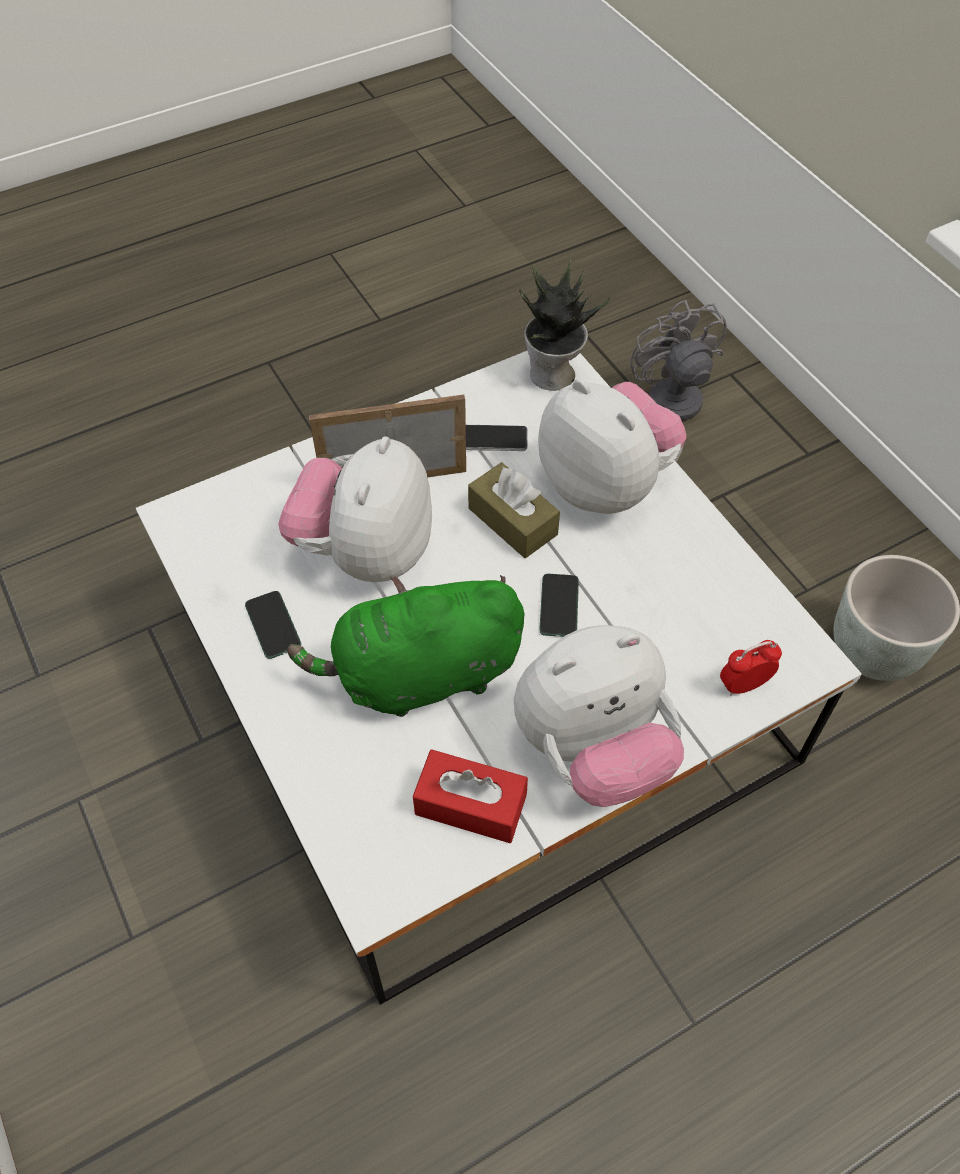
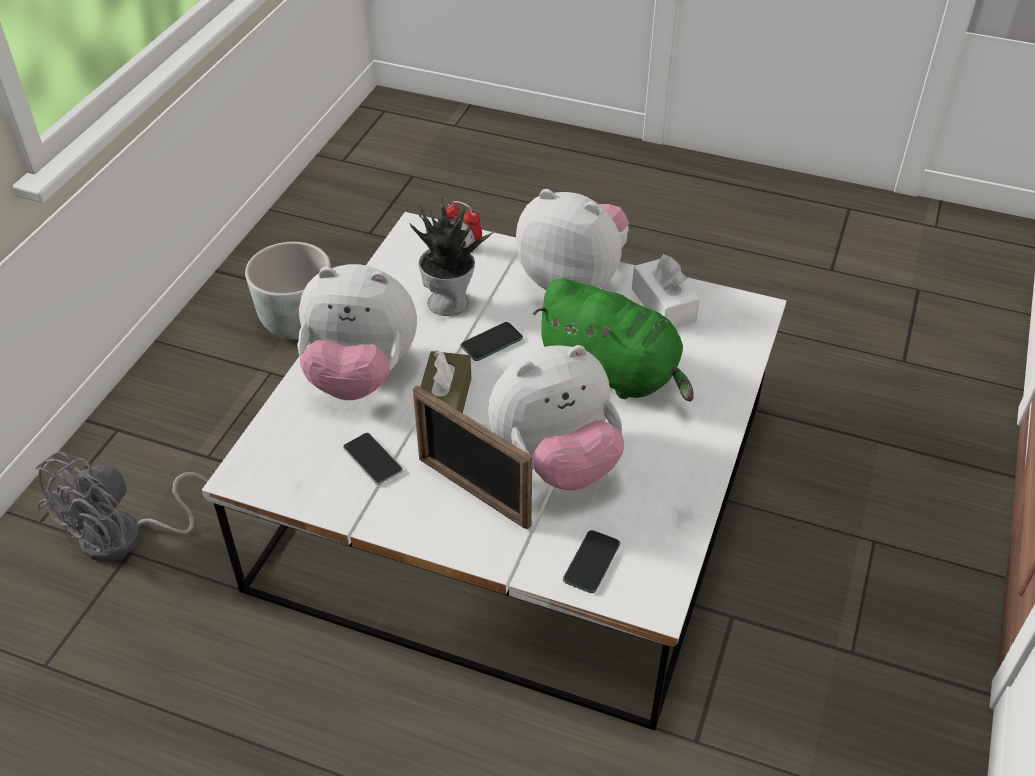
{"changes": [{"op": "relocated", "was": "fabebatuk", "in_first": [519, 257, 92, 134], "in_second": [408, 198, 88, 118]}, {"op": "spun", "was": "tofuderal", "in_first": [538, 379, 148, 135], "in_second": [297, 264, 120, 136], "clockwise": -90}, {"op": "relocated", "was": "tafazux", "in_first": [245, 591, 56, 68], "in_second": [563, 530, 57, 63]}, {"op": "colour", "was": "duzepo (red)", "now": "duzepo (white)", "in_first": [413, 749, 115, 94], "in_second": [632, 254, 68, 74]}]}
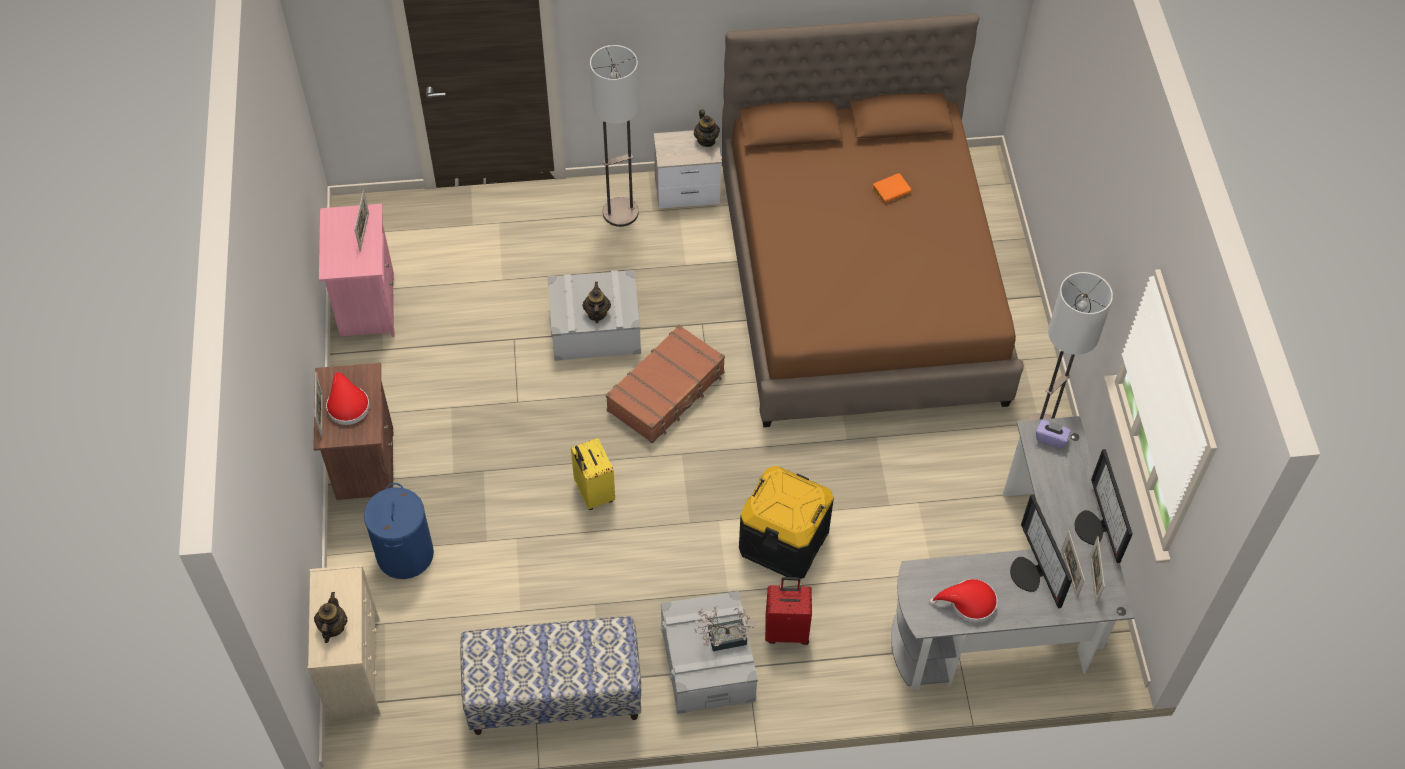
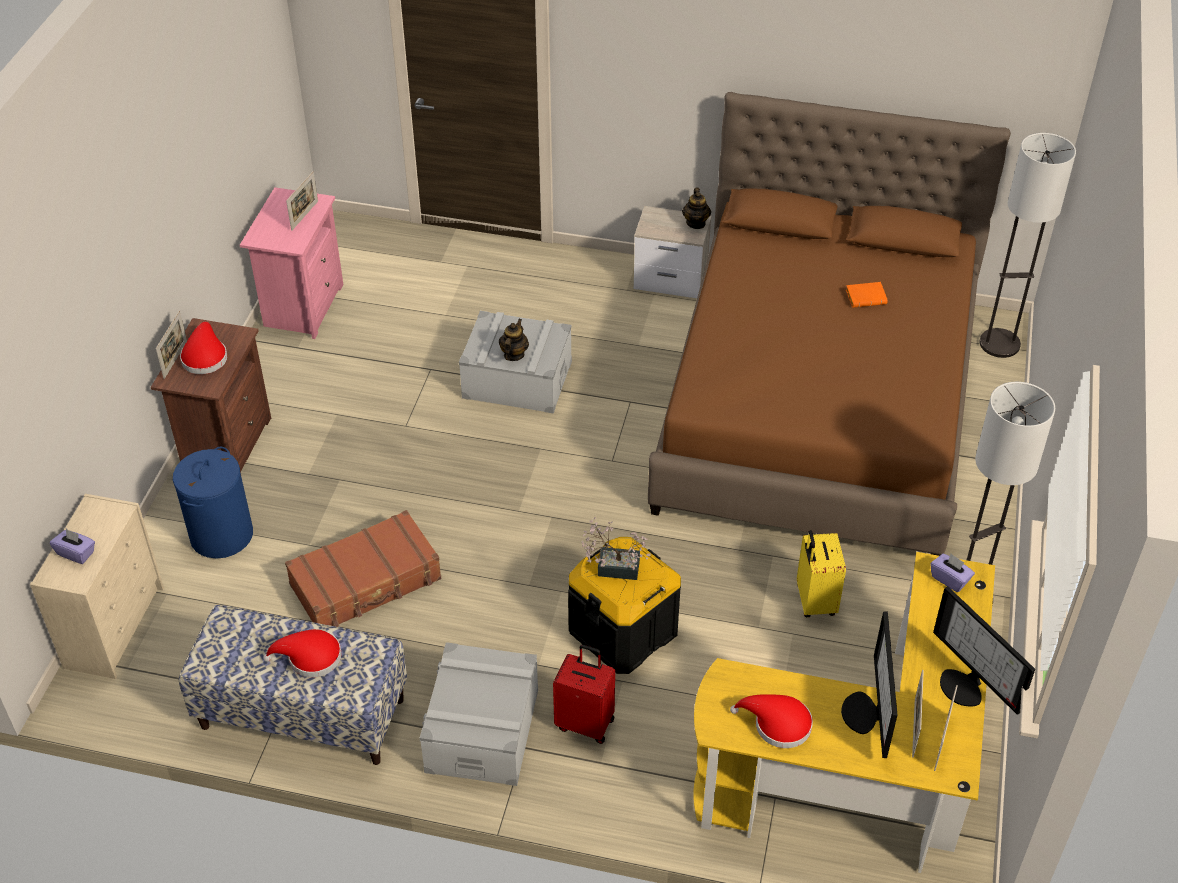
{"changes": [{"op": "relocated", "was": "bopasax", "in_first": [590, 45, 49, 182], "in_second": [980, 133, 96, 225]}, {"op": "relocated", "was": "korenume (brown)", "in_first": [606, 325, 119, 118], "in_second": [285, 510, 156, 117]}, {"op": "colour", "was": "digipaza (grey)", "now": "digipaza (yellow)", "in_first": [891, 416, 243, 274], "in_second": [693, 552, 302, 321]}, {"op": "relocated", "was": "korenume (yellow)", "in_first": [571, 438, 44, 72], "in_second": [797, 530, 49, 87]}, {"op": "spun", "was": "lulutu", "in_first": [1075, 449, 58, 114], "in_second": [933, 586, 102, 129], "clockwise": -45}, {"op": "exchanged", "was": "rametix", "now": "duzepo (purple)", "in_first": [314, 592, 34, 51], "in_second": [50, 529, 45, 35]}, {"op": "relocated", "was": "fabebatuk", "in_first": [694, 605, 62, 46], "in_second": [582, 517, 69, 63]}, {"op": "appeared", "now": "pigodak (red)", "in_second": [263, 629, 79, 48]}]}
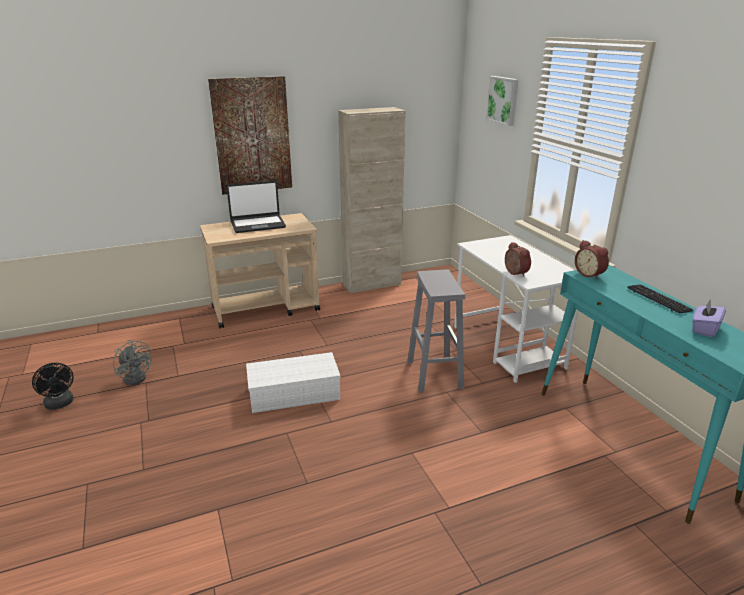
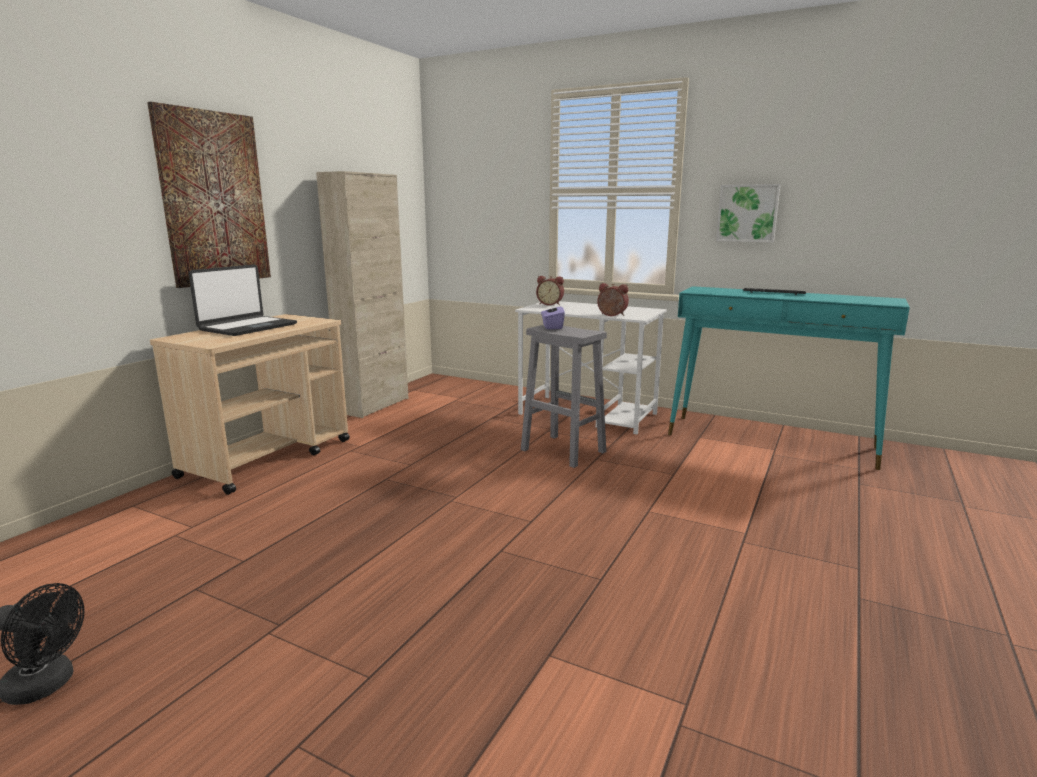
{"changes": [{"op": "relocated", "was": "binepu", "in_first": [486, 76, 33, 50], "in_second": [716, 184, 65, 59]}, {"op": "relocated", "was": "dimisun", "in_first": [575, 240, 34, 40], "in_second": [536, 276, 28, 29]}, {"op": "relocated", "was": "duzepo (purple)", "in_first": [692, 299, 34, 38], "in_second": [541, 305, 24, 24]}, {"op": "missing", "was": "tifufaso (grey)", "in_first": [113, 340, 39, 45]}, {"op": "missing", "was": "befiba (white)", "in_first": [246, 352, 95, 61]}]}
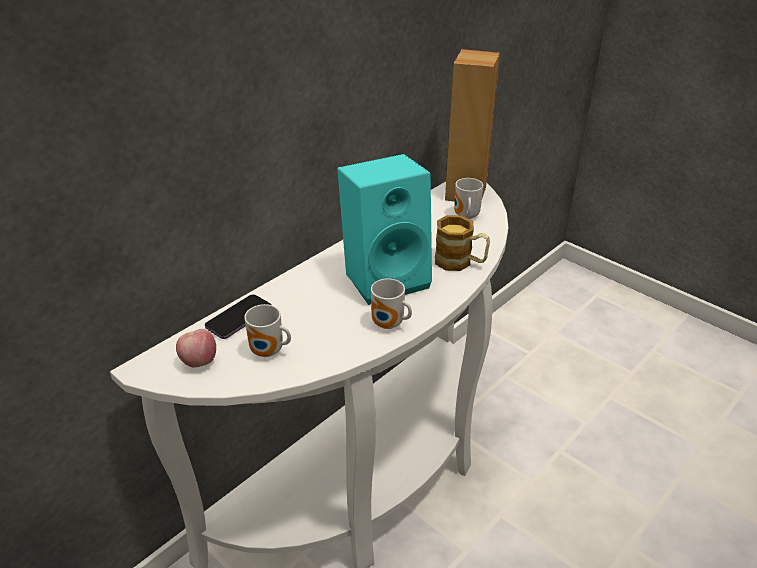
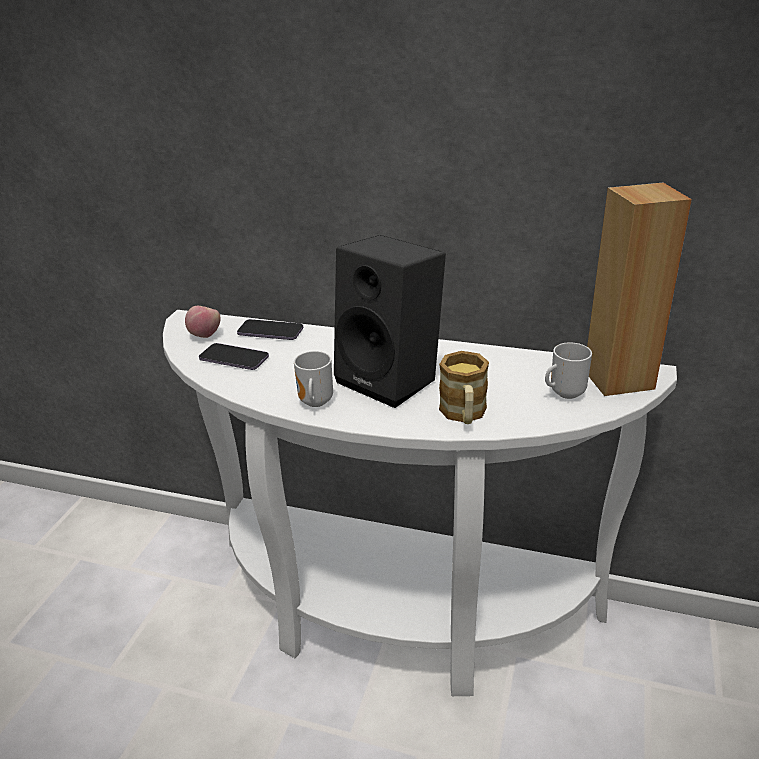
{"changes": [{"op": "colour", "was": "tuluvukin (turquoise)", "now": "tuluvukin (black)", "in_first": [337, 154, 95, 151], "in_second": [334, 235, 112, 173]}, {"op": "exchanged", "was": "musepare", "now": "tafazux", "in_first": [244, 304, 47, 53], "in_second": [199, 343, 70, 27]}]}
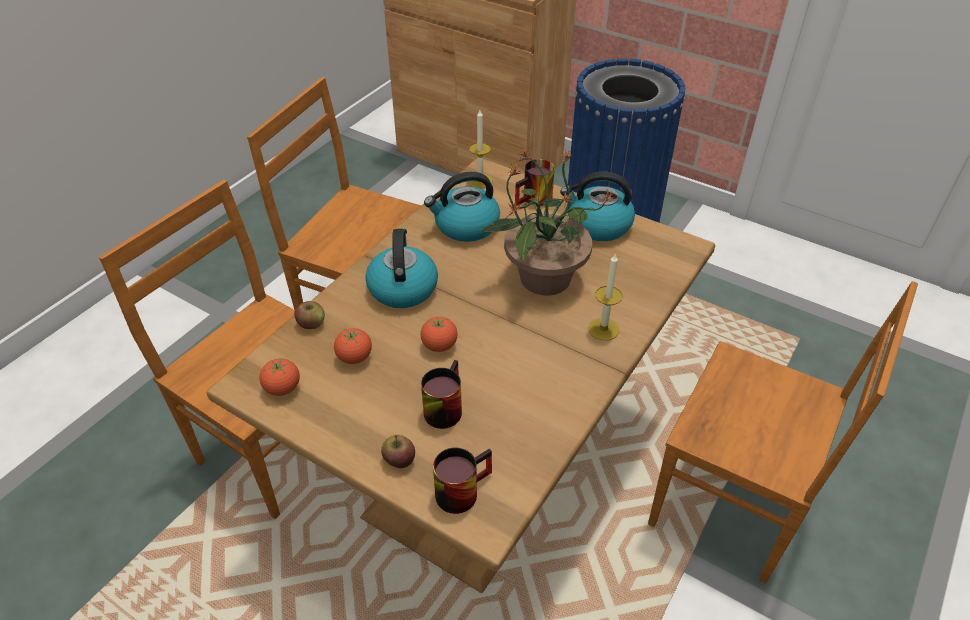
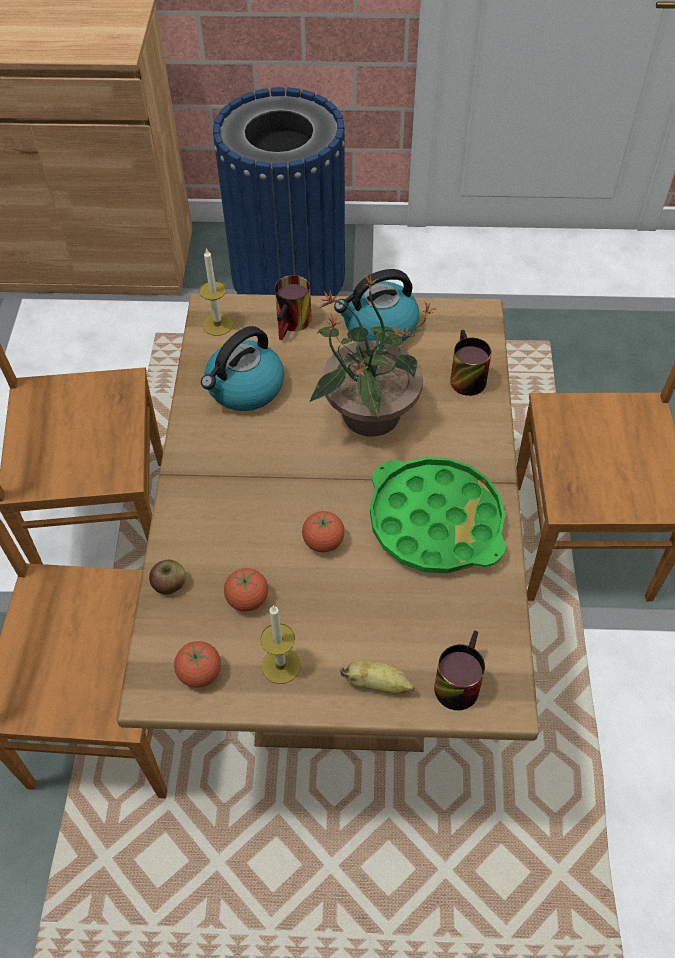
{"changes": [{"op": "missing", "was": "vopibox", "in_first": [365, 228, 73, 80]}, {"op": "relocated", "was": "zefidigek", "in_first": [588, 253, 35, 88], "in_second": [260, 605, 41, 79]}, {"op": "relocated", "was": "musepare", "in_first": [421, 360, 41, 69], "in_second": [450, 330, 42, 66]}, {"op": "exchanged", "was": "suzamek", "now": "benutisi", "in_first": [381, 435, 34, 33], "in_second": [340, 660, 74, 34]}, {"op": "appeared", "now": "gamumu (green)", "in_second": [370, 457, 136, 116]}]}
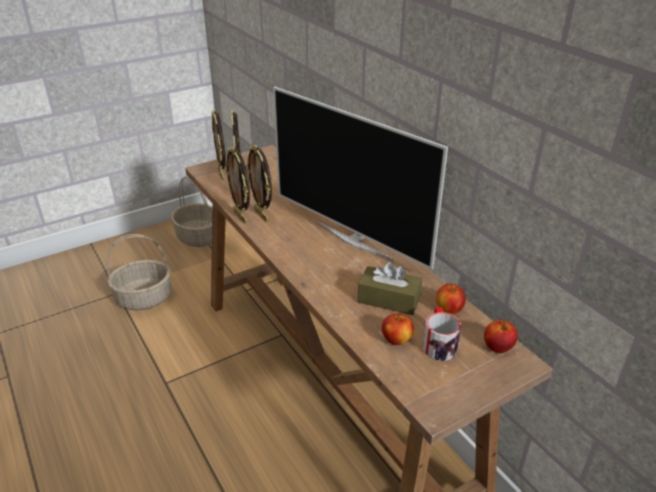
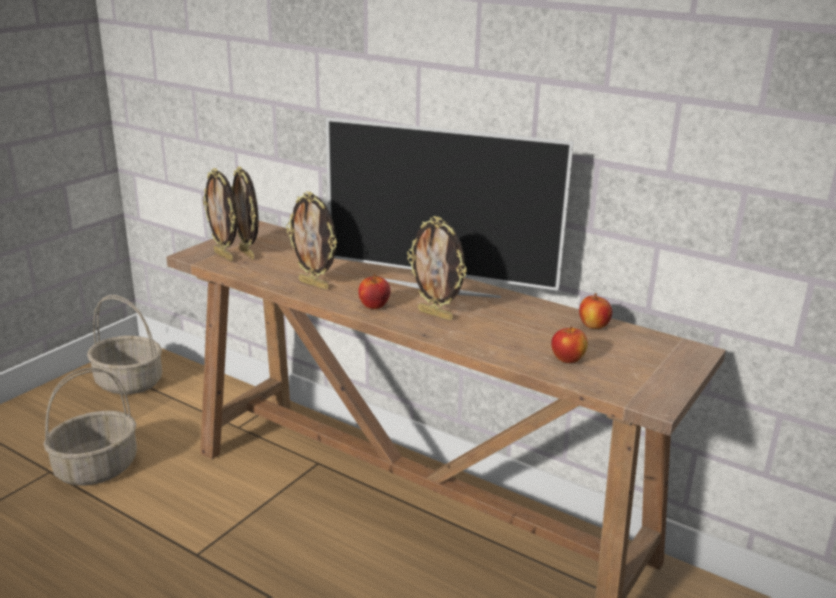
{"changes": [{"op": "relocated", "was": "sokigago", "in_first": [225, 146, 25, 78], "in_second": [407, 216, 60, 105]}, {"op": "missing", "was": "duzepo (brown)", "in_first": [358, 262, 64, 53]}, {"op": "missing", "was": "musepare", "in_first": [423, 307, 38, 54]}, {"op": "relocated", "was": "suzamek", "in_first": [484, 320, 34, 33], "in_second": [358, 274, 32, 35]}]}
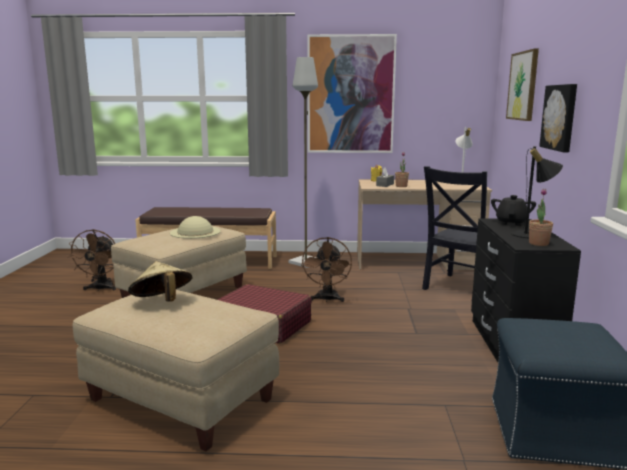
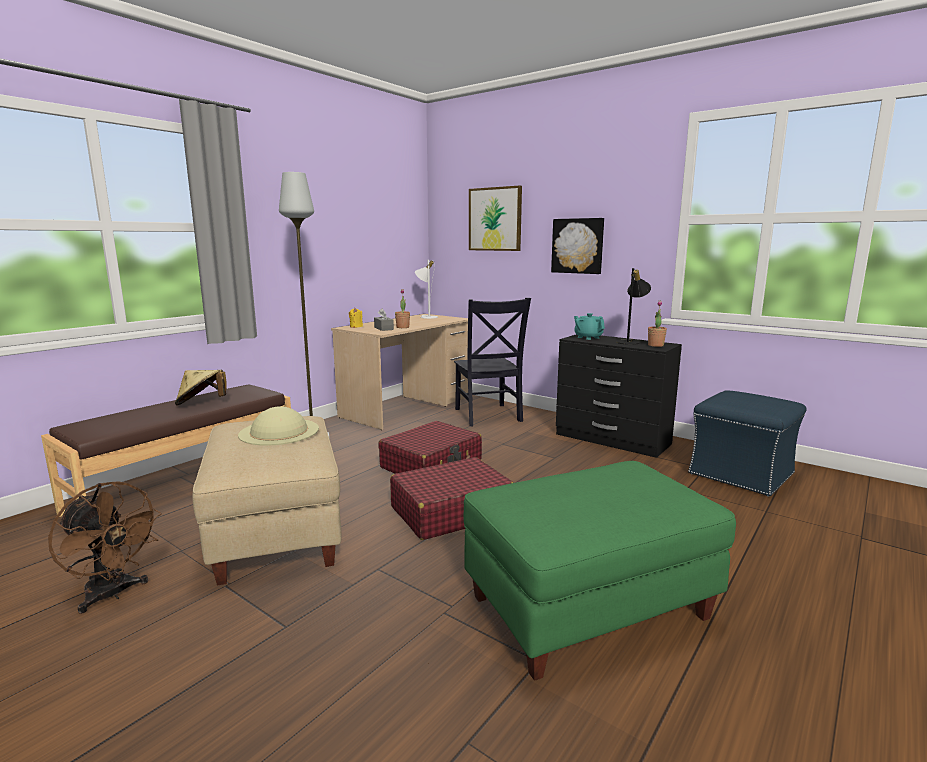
{"changes": [{"op": "missing", "was": "binepu", "in_first": [307, 34, 90, 119]}, {"op": "colour", "was": "rametix (black)", "now": "rametix (turquoise)", "in_first": [491, 195, 45, 31], "in_second": [574, 313, 31, 27]}, {"op": "exchanged", "was": "tifufaso (brown)", "now": "korenume (red)", "in_first": [301, 237, 51, 65], "in_second": [379, 421, 103, 53]}, {"op": "relocated", "was": "pigodak (beige)", "in_first": [128, 261, 64, 41], "in_second": [175, 370, 52, 36]}, {"op": "colour", "was": "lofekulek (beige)", "now": "lofekulek (green)", "in_first": [73, 290, 206, 161], "in_second": [464, 461, 272, 220]}]}
